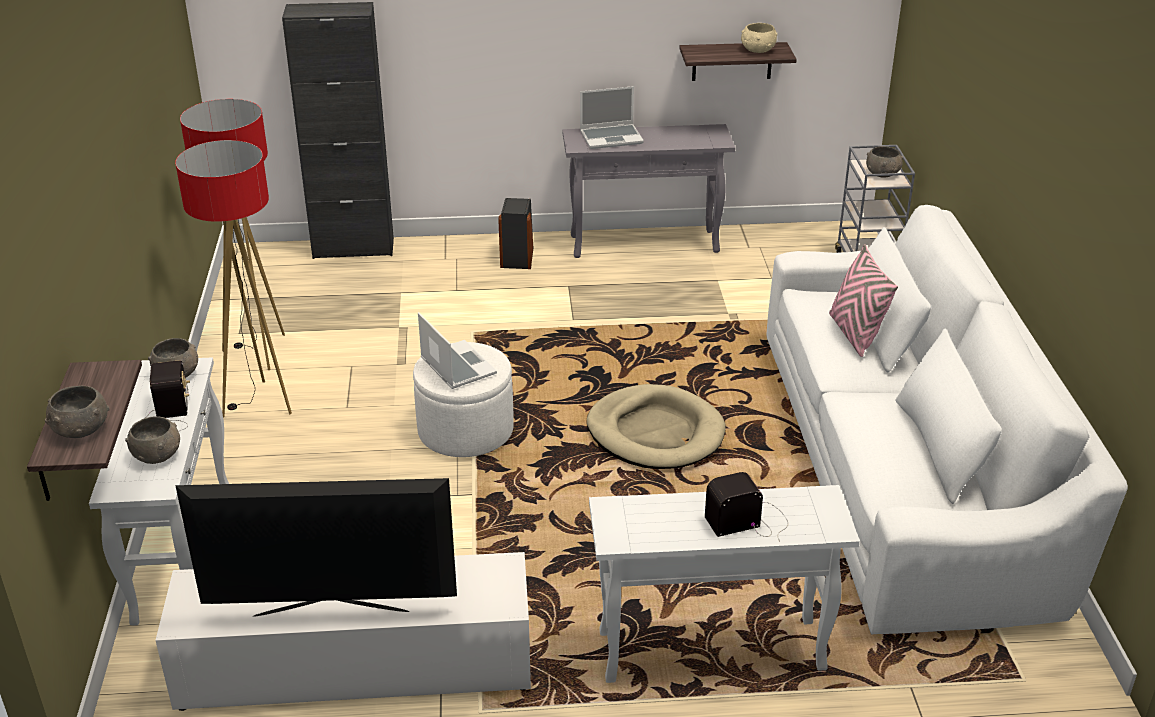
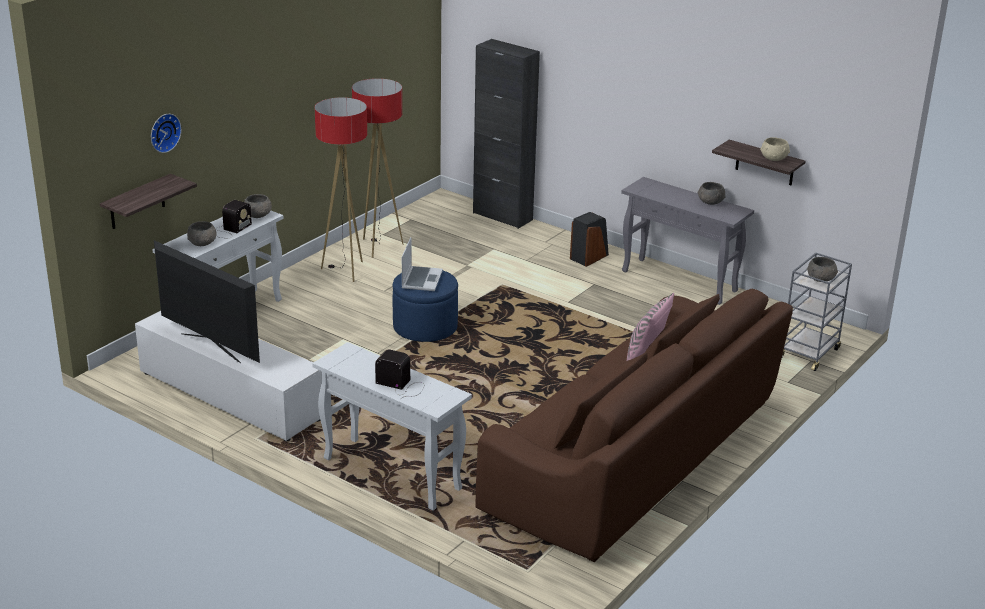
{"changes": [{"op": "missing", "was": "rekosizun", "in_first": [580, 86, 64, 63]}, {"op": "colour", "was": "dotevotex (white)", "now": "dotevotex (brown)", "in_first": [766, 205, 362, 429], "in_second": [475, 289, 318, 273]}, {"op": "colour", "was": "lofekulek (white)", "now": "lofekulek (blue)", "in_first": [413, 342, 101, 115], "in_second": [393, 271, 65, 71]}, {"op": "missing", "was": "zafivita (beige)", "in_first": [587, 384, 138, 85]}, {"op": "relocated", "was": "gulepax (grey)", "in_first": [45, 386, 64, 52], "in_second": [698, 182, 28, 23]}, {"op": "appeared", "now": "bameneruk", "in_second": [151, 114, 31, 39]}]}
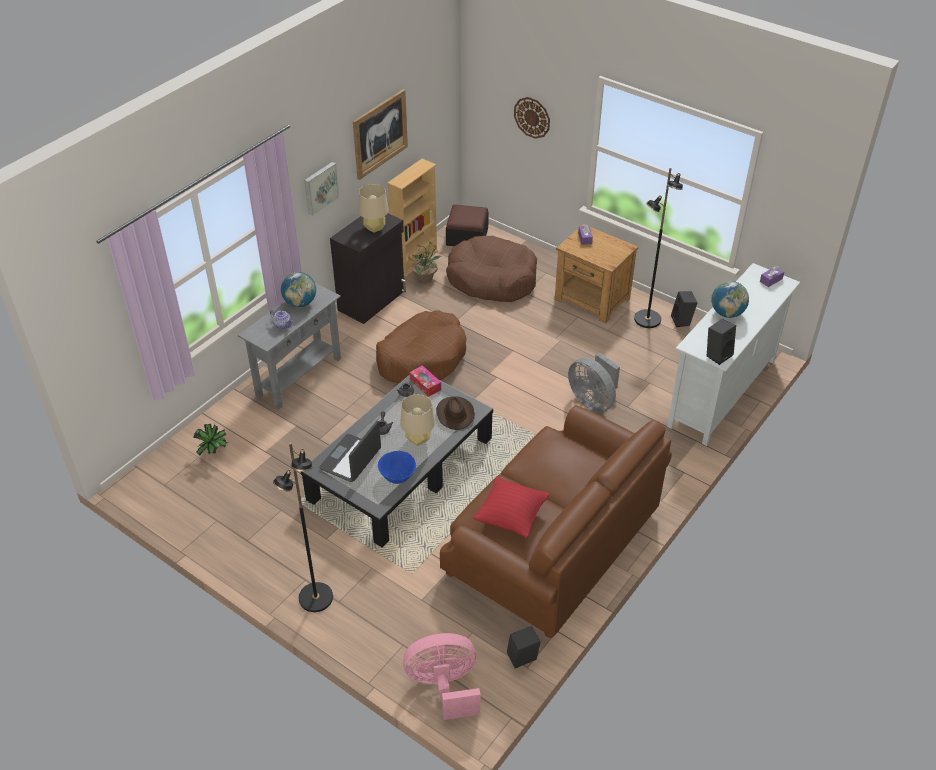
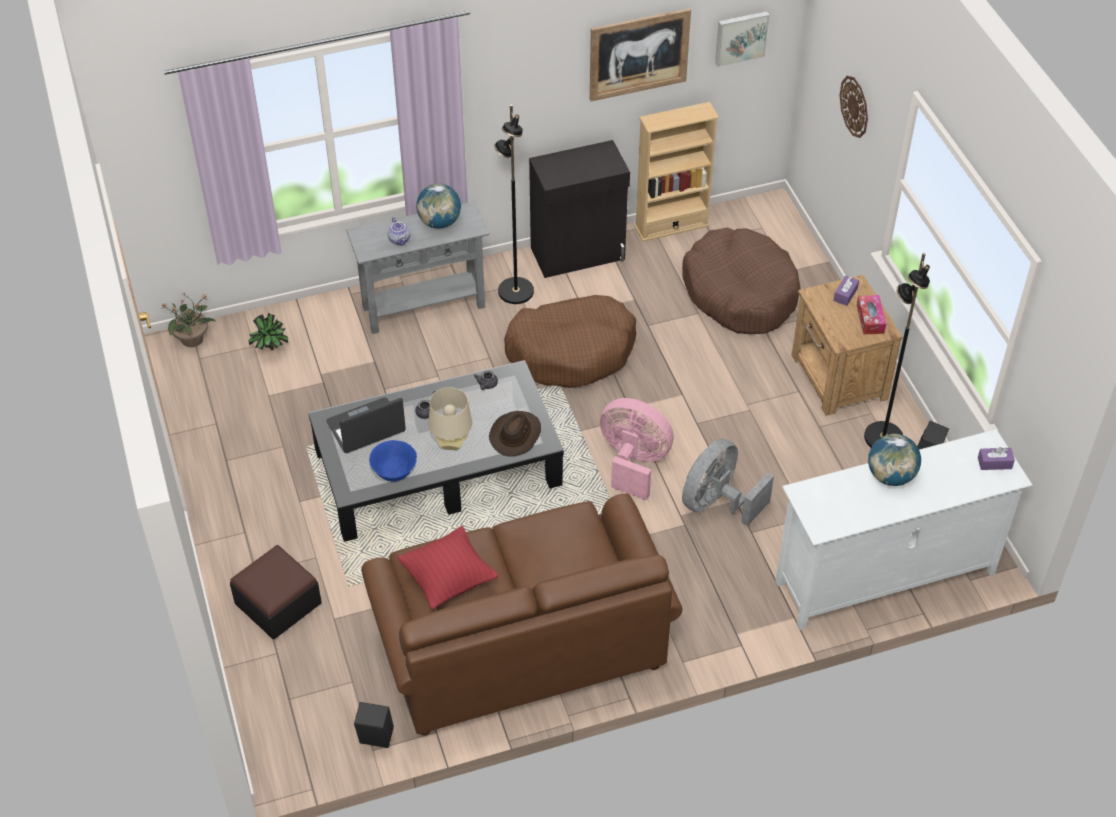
{"changes": [{"op": "relocated", "was": "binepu", "in_first": [304, 162, 35, 54], "in_second": [715, 11, 55, 56]}, {"op": "missing", "was": "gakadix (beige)", "in_first": [358, 184, 31, 49]}, {"op": "relocated", "was": "lofekulek", "in_first": [446, 204, 43, 42], "in_second": [230, 545, 91, 94]}, {"op": "relocated", "was": "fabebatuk", "in_first": [407, 241, 34, 42], "in_second": [161, 292, 54, 55]}, {"op": "missing", "was": "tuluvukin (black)", "in_first": [707, 318, 29, 47]}, {"op": "spun", "was": "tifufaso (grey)", "in_first": [568, 352, 52, 60], "in_second": [682, 439, 92, 87], "clockwise": 45}, {"op": "relocated", "was": "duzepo", "in_first": [409, 365, 32, 32], "in_second": [857, 295, 29, 40]}, {"op": "relocated", "was": "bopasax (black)", "in_first": [273, 442, 60, 170], "in_second": [494, 105, 40, 199]}, {"op": "relocated", "was": "tifufaso (pink)", "in_first": [403, 633, 77, 87], "in_second": [600, 398, 74, 102]}]}
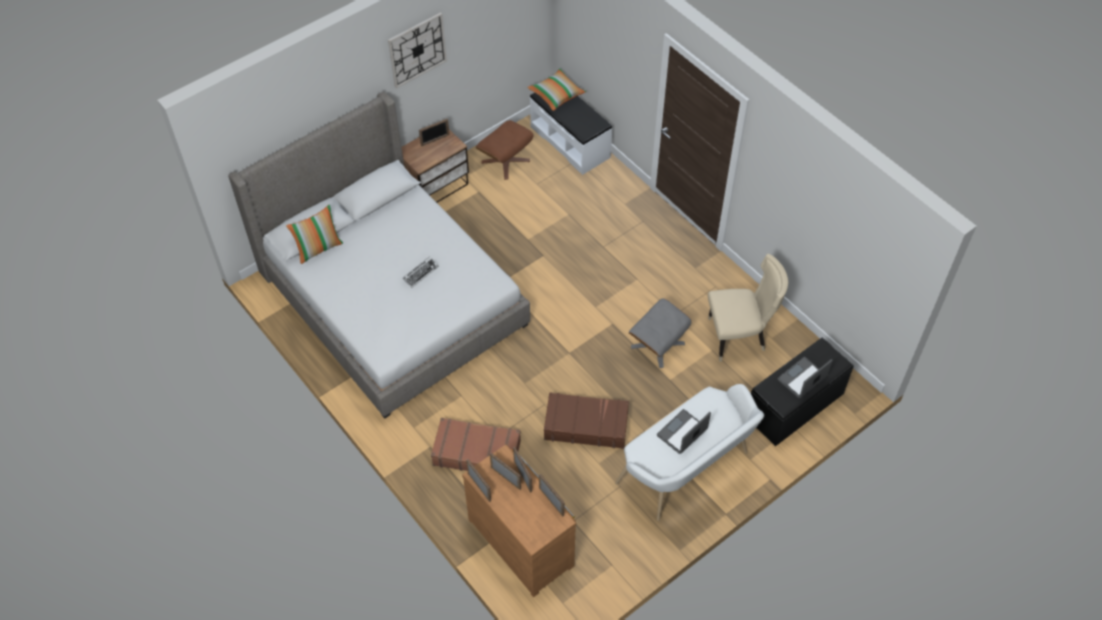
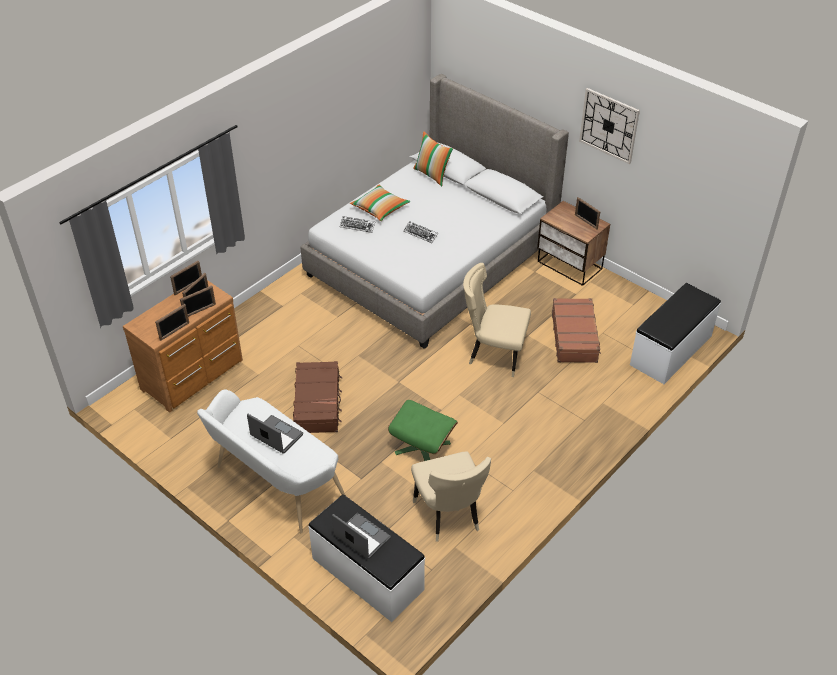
{"changes": [{"op": "relocated", "was": "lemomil", "in_first": [527, 69, 59, 42], "in_second": [350, 184, 60, 37]}, {"op": "missing", "was": "lofekulek (brown)", "in_first": [476, 120, 58, 60]}, {"op": "colour", "was": "lofekulek (grey)", "now": "lofekulek (green)", "in_first": [629, 298, 63, 70], "in_second": [388, 400, 70, 61]}, {"op": "colour", "was": "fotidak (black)", "now": "fotidak (white)", "in_first": [751, 338, 103, 108], "in_second": [308, 494, 117, 128]}, {"op": "relocated", "was": "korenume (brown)", "in_first": [431, 418, 90, 53], "in_second": [552, 298, 49, 65]}, {"op": "appeared", "now": "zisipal", "in_second": [339, 216, 36, 17]}, {"op": "appeared", "now": "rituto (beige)", "in_second": [463, 263, 68, 114]}]}
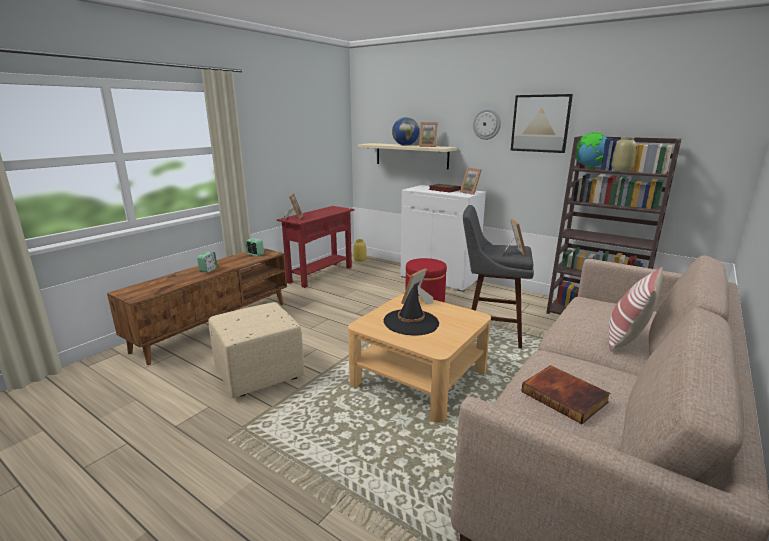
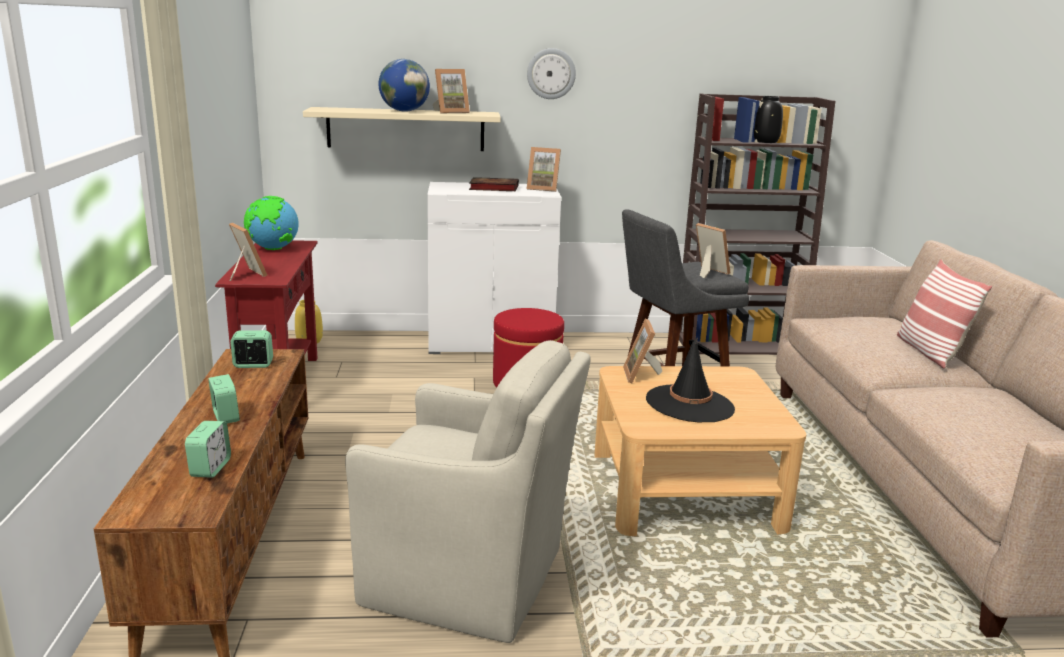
{"changes": [{"op": "missing", "was": "binepu", "in_first": [511, 94, 62, 59]}, {"op": "relocated", "was": "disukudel", "in_first": [575, 132, 32, 36], "in_second": [244, 196, 55, 54]}, {"op": "colour", "was": "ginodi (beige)", "now": "ginodi (black)", "in_first": [611, 137, 26, 35], "in_second": [754, 96, 29, 47]}, {"op": "exchanged", "was": "lofekulek (beige)", "now": "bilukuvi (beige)", "in_first": [209, 302, 96, 96], "in_second": [345, 340, 246, 303]}, {"op": "missing", "was": "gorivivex", "in_first": [521, 365, 90, 59]}, {"op": "appeared", "now": "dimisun", "in_second": [185, 421, 46, 56]}]}
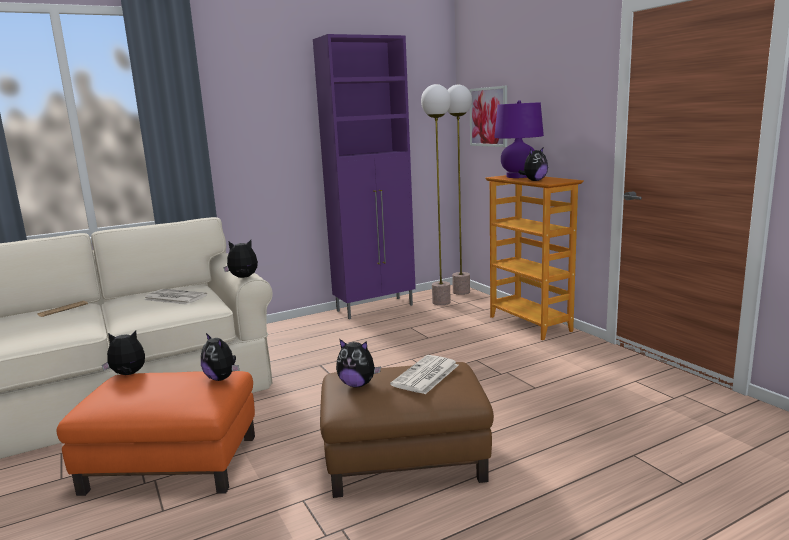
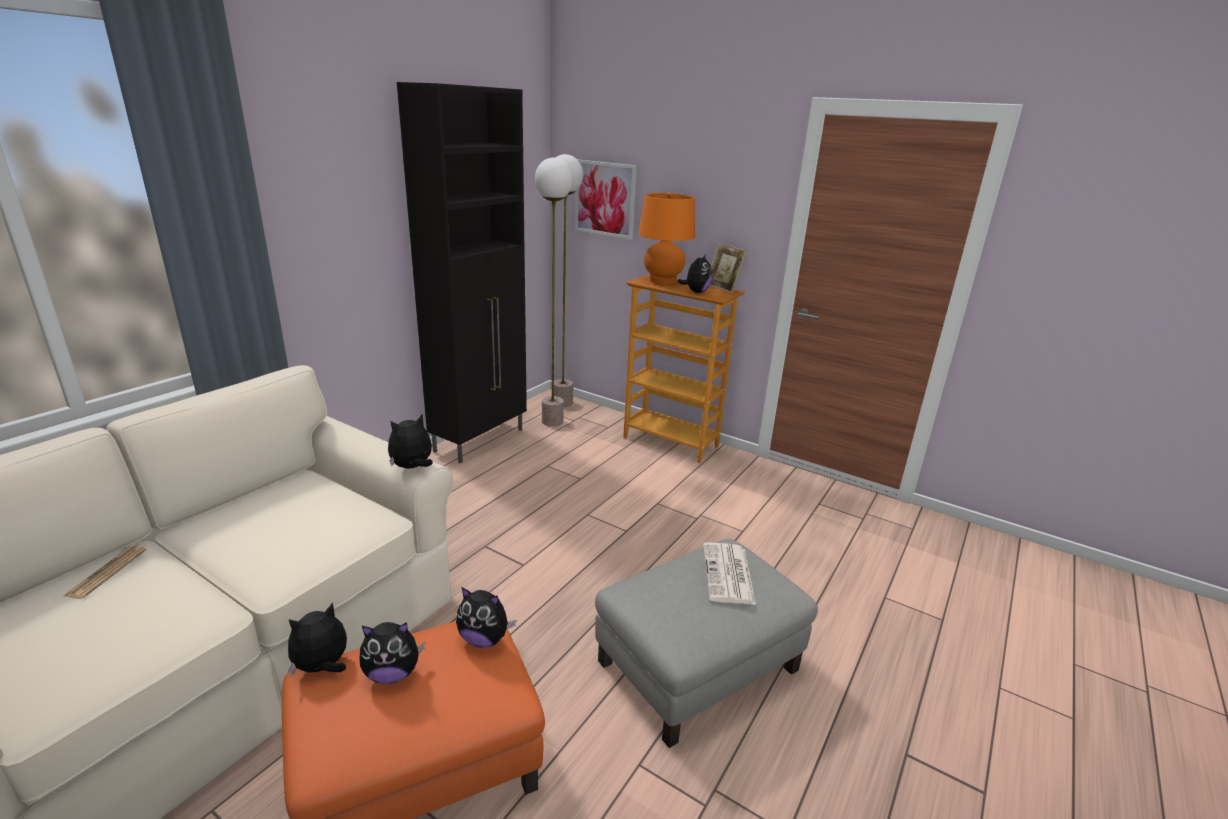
{"changes": [{"op": "colour", "was": "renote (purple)", "now": "renote (black)", "in_first": [313, 34, 103, 285], "in_second": [397, 82, 130, 381]}, {"op": "colour", "was": "gakadix (purple)", "now": "gakadix (orange)", "in_first": [494, 100, 50, 78], "in_second": [639, 192, 56, 93]}, {"op": "missing", "was": "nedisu", "in_first": [144, 289, 63, 16]}, {"op": "relocated", "was": "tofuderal", "in_first": [336, 339, 45, 48], "in_second": [360, 622, 65, 62]}, {"op": "colour", "was": "lofekulek (brown)", "now": "lofekulek (grey)", "in_first": [320, 362, 174, 136], "in_second": [595, 539, 223, 209]}, {"op": "appeared", "now": "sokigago", "in_second": [710, 243, 37, 50]}]}
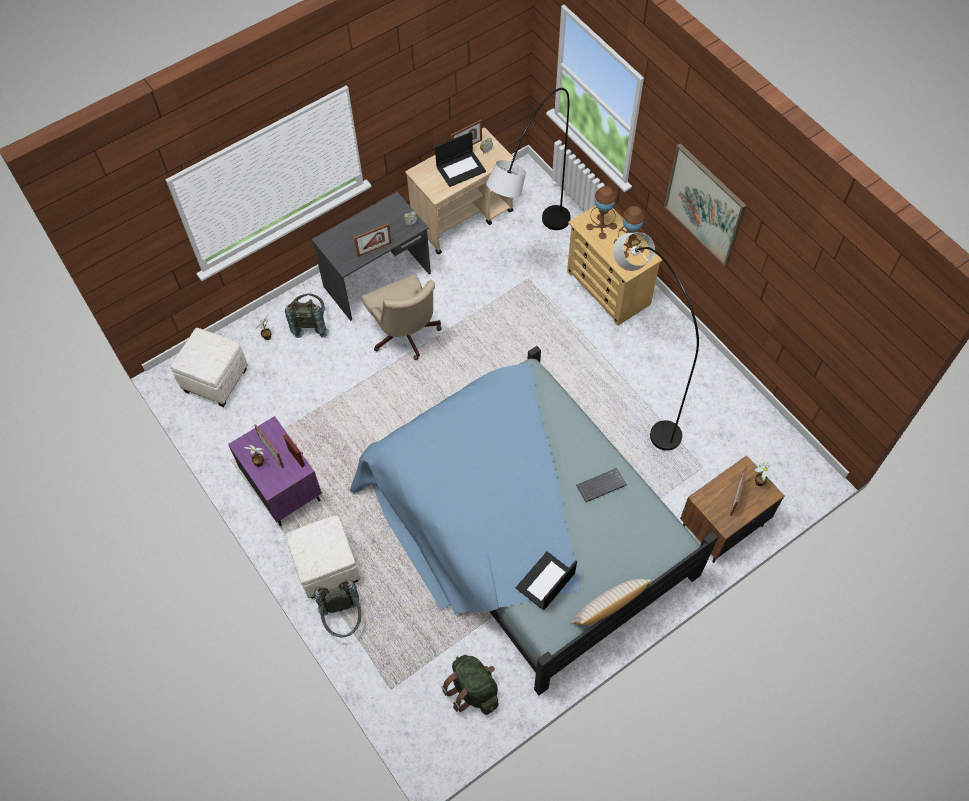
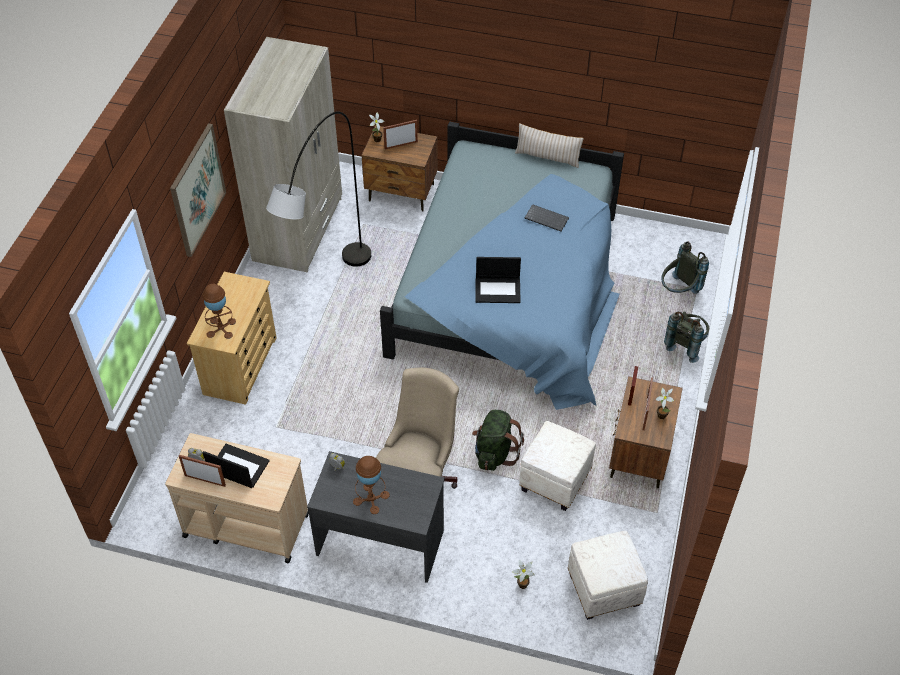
{"changes": [{"op": "missing", "was": "bopasax (grey)", "in_first": [486, 88, 85, 142]}, {"op": "relocated", "was": "gakadix (brown)", "in_first": [614, 206, 31, 52], "in_second": [353, 456, 37, 58]}, {"op": "missing", "was": "sokigago", "in_first": [354, 223, 38, 34]}, {"op": "relocated", "was": "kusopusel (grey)", "in_first": [285, 294, 44, 44], "in_second": [661, 241, 48, 53]}, {"op": "colour", "was": "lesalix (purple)", "now": "lesalix (brown)", "in_first": [228, 416, 94, 110], "in_second": [609, 376, 74, 112]}, {"op": "relocated", "was": "zisipal", "in_first": [576, 468, 51, 34], "in_second": [525, 204, 44, 27]}, {"op": "relocated", "was": "lofekulek (white)", "in_first": [286, 515, 74, 84], "in_second": [519, 421, 77, 90]}, {"op": "relocated", "was": "rekosizun", "in_first": [516, 551, 61, 59], "in_second": [475, 257, 46, 46]}, {"op": "relocated", "was": "kusopusel (green)", "in_first": [441, 655, 58, 60], "in_second": [472, 410, 52, 61]}, {"op": "appeared", "now": "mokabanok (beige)", "in_second": [224, 37, 118, 236]}]}
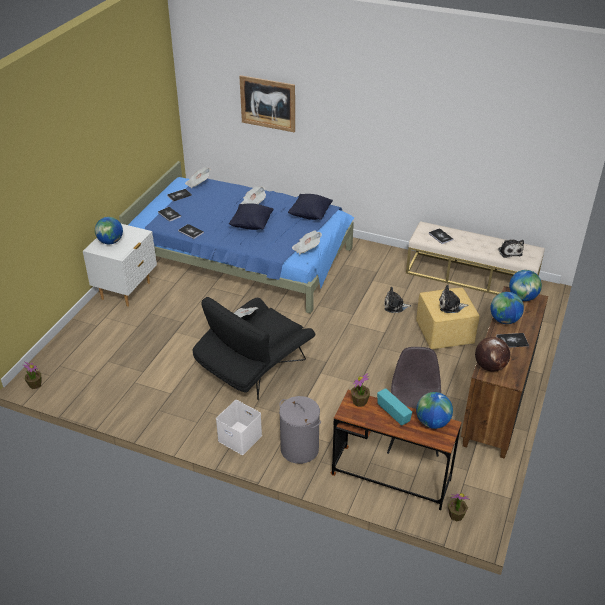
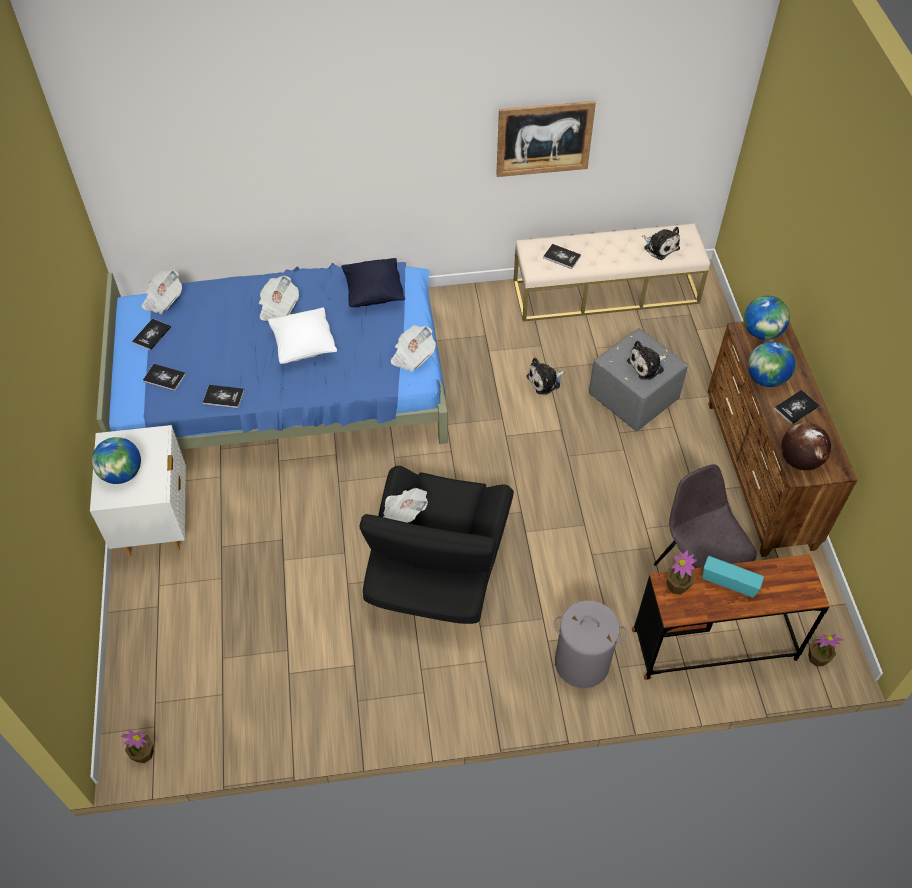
{"changes": [{"op": "relocated", "was": "binepu", "in_first": [239, 75, 56, 57], "in_second": [496, 101, 100, 76]}, {"op": "colour", "was": "lemomil (black)", "now": "lemomil (white)", "in_first": [229, 204, 45, 26], "in_second": [268, 308, 69, 56]}, {"op": "colour", "was": "lofekulek (yellow)", "now": "lofekulek (grey)", "in_first": [416, 288, 63, 62], "in_second": [589, 329, 99, 103]}, {"op": "missing", "was": "disukudel", "in_first": [416, 392, 37, 37]}, {"op": "missing", "was": "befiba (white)", "in_first": [216, 400, 46, 55]}]}
